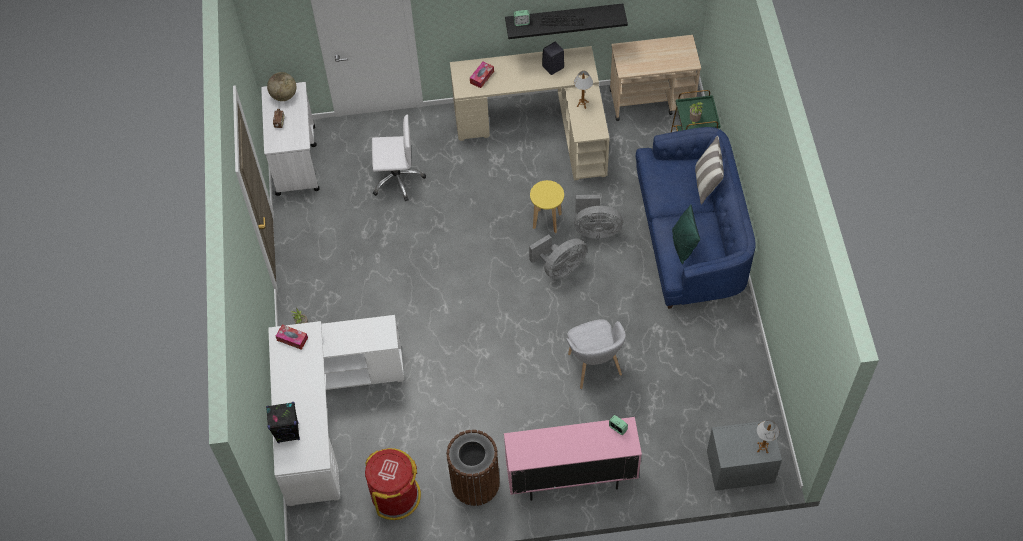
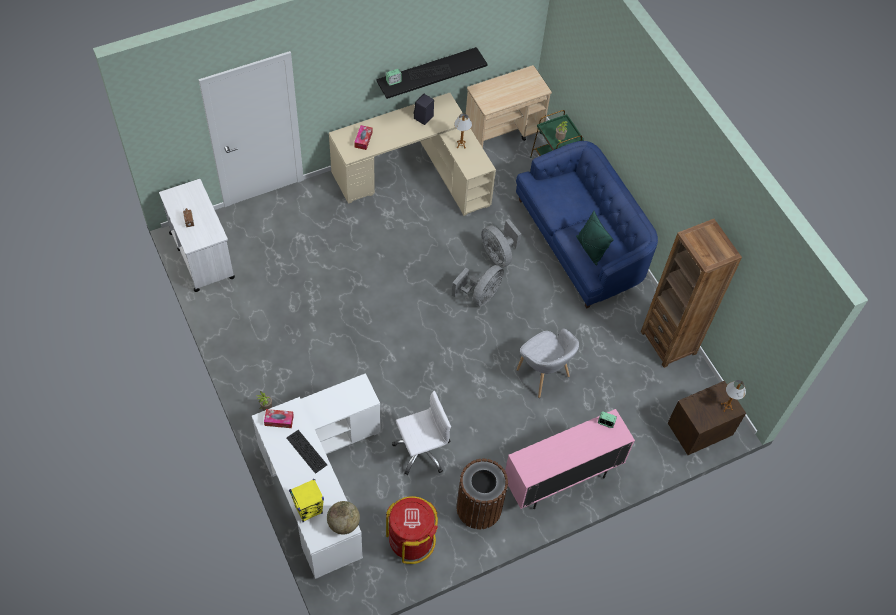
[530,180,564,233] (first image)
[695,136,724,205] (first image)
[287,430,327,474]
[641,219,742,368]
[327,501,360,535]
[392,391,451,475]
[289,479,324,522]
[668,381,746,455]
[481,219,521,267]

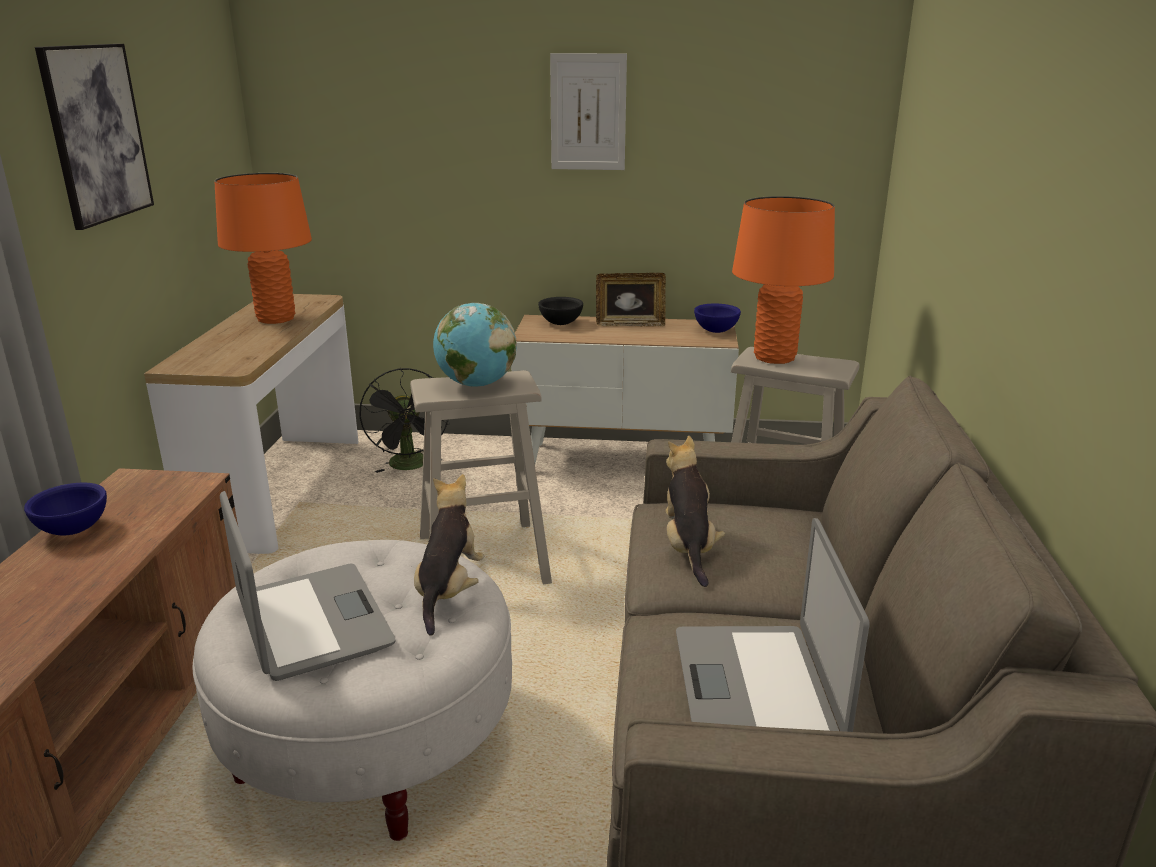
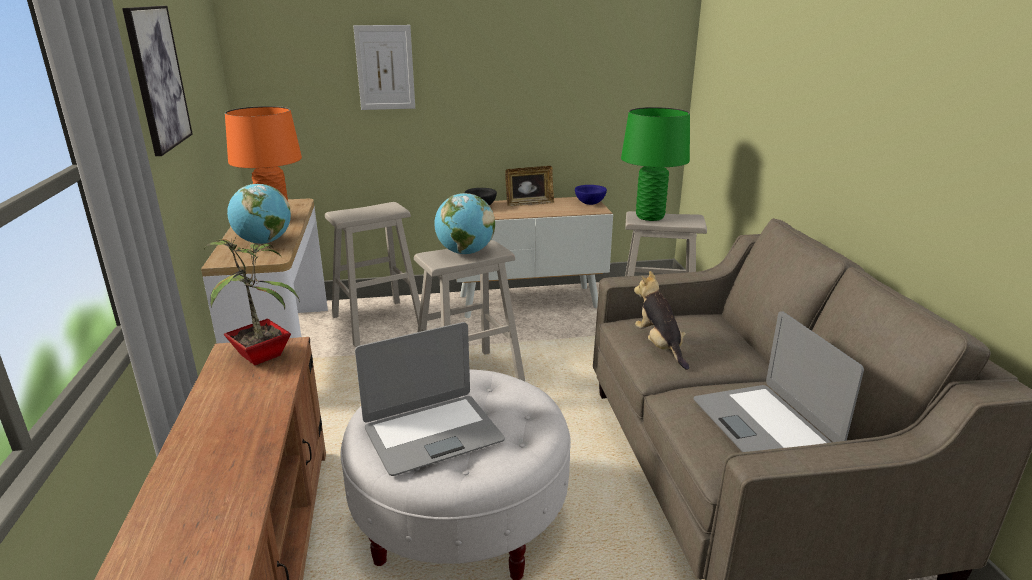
[24,483,107,535] (first image)
[414,474,484,636] (first image)
[204,237,299,365]
[227,184,291,244]
[353,25,415,110]
[325,202,421,347]
[621,107,690,221]
[355,322,505,476]

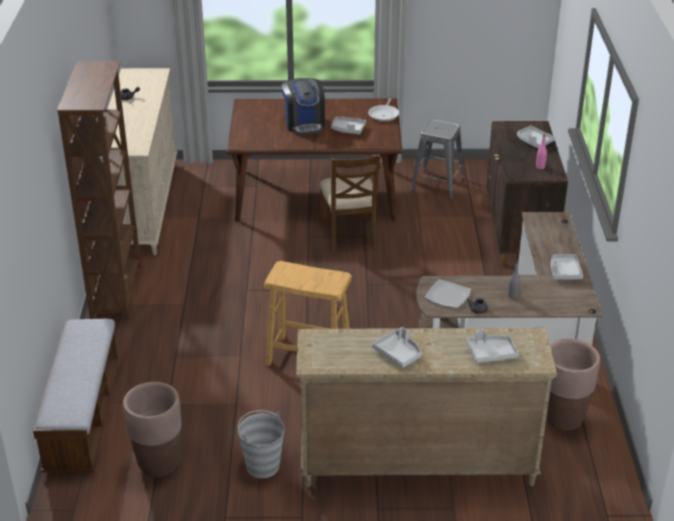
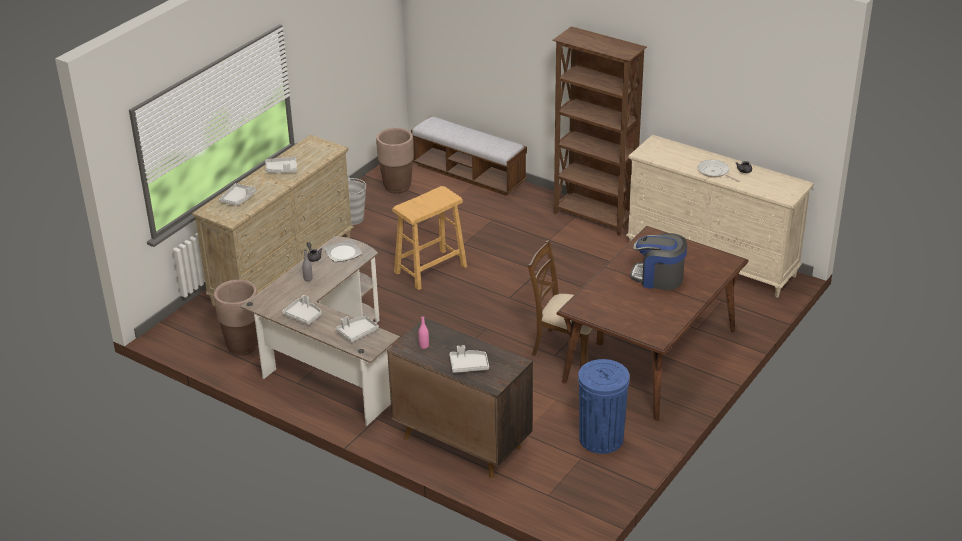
[336,316,379,342]
[698,160,740,182]
[578,359,630,454]

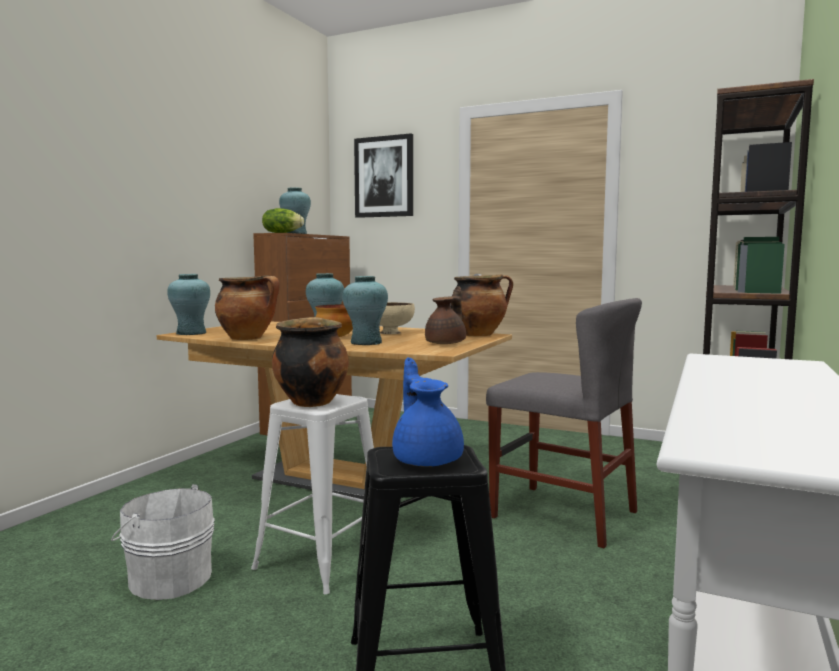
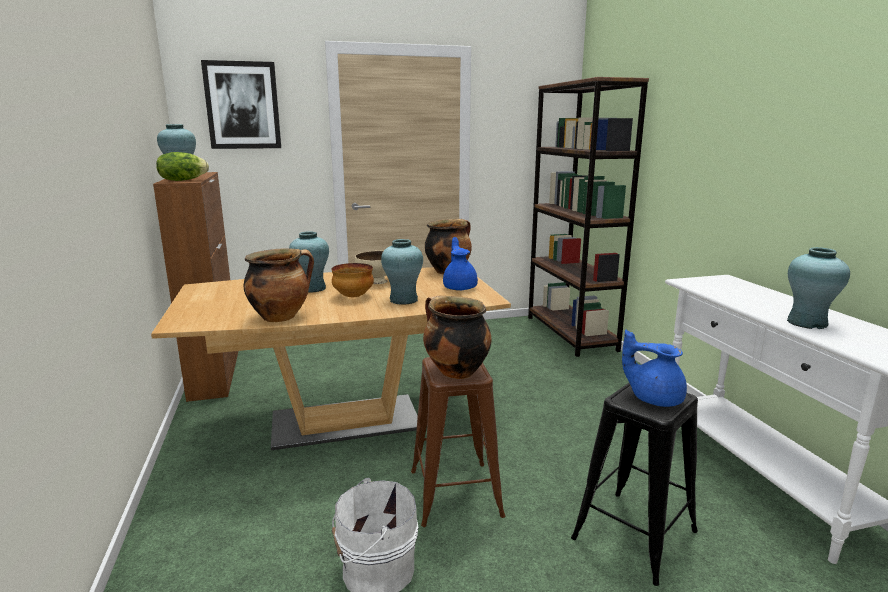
[486,298,642,548] (first image)
[787,247,850,329]
[411,357,505,527]
[443,237,478,290]

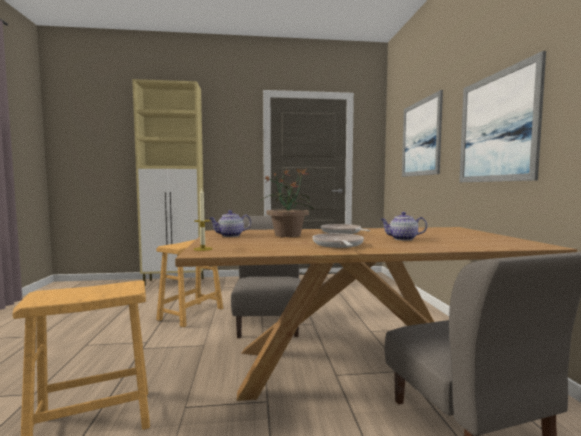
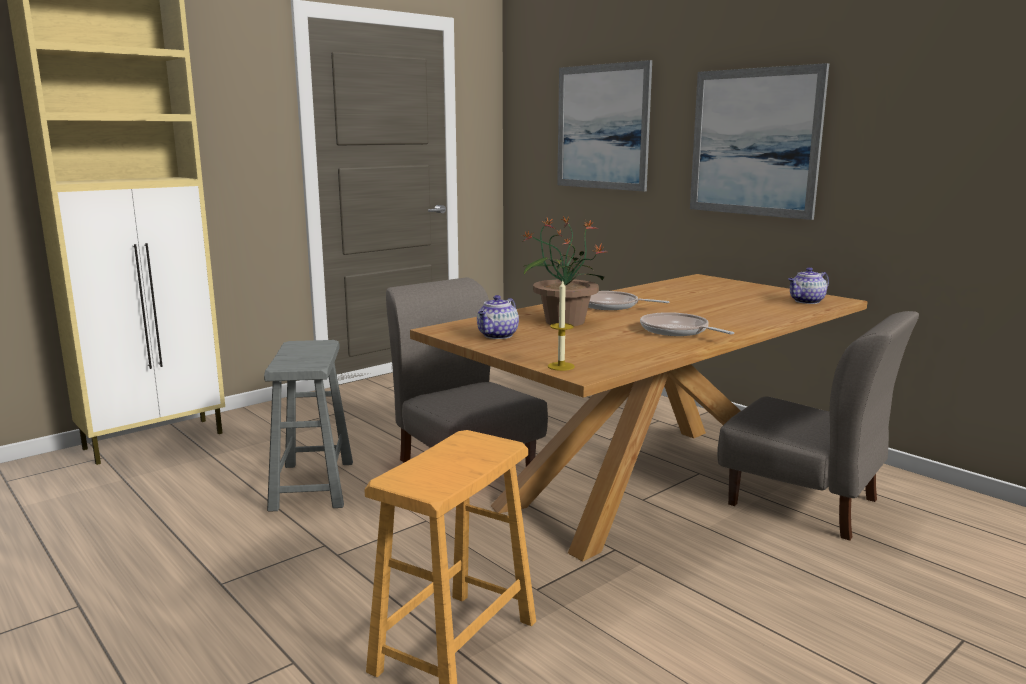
[788,267,829,304]
[264,340,353,512]

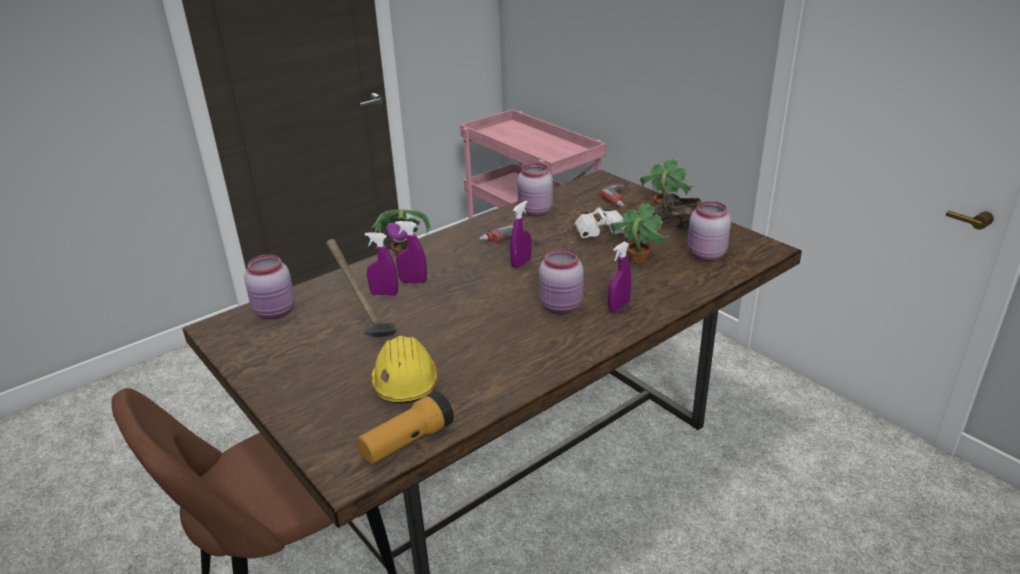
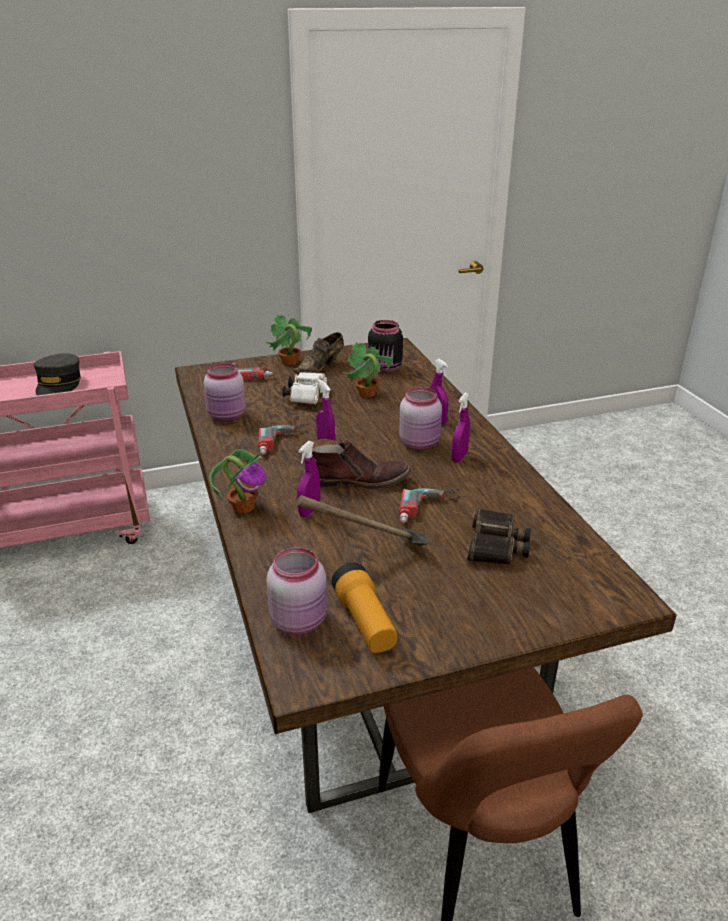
[34,353,81,395]
[304,439,411,489]
[399,488,461,523]
[331,562,397,653]
[452,393,470,463]
[467,508,531,565]
[368,320,403,372]

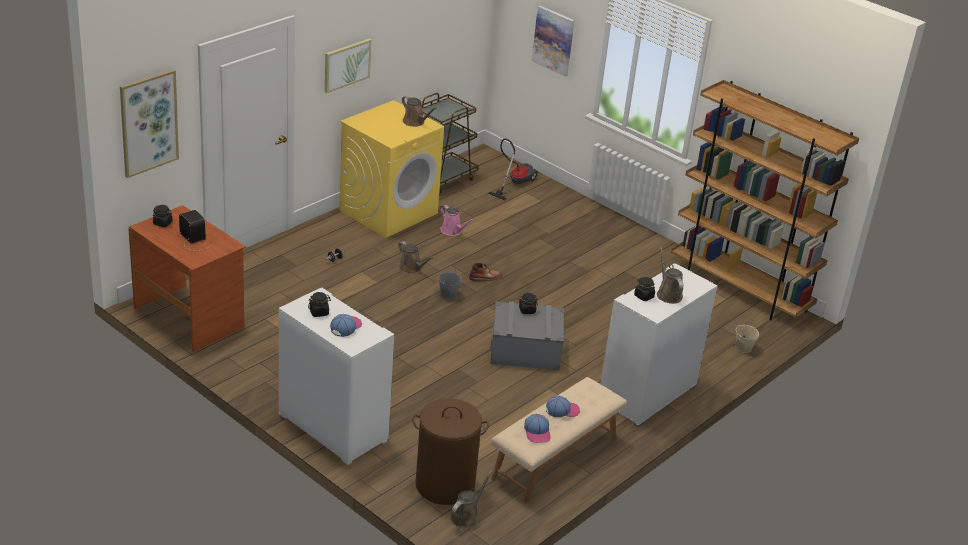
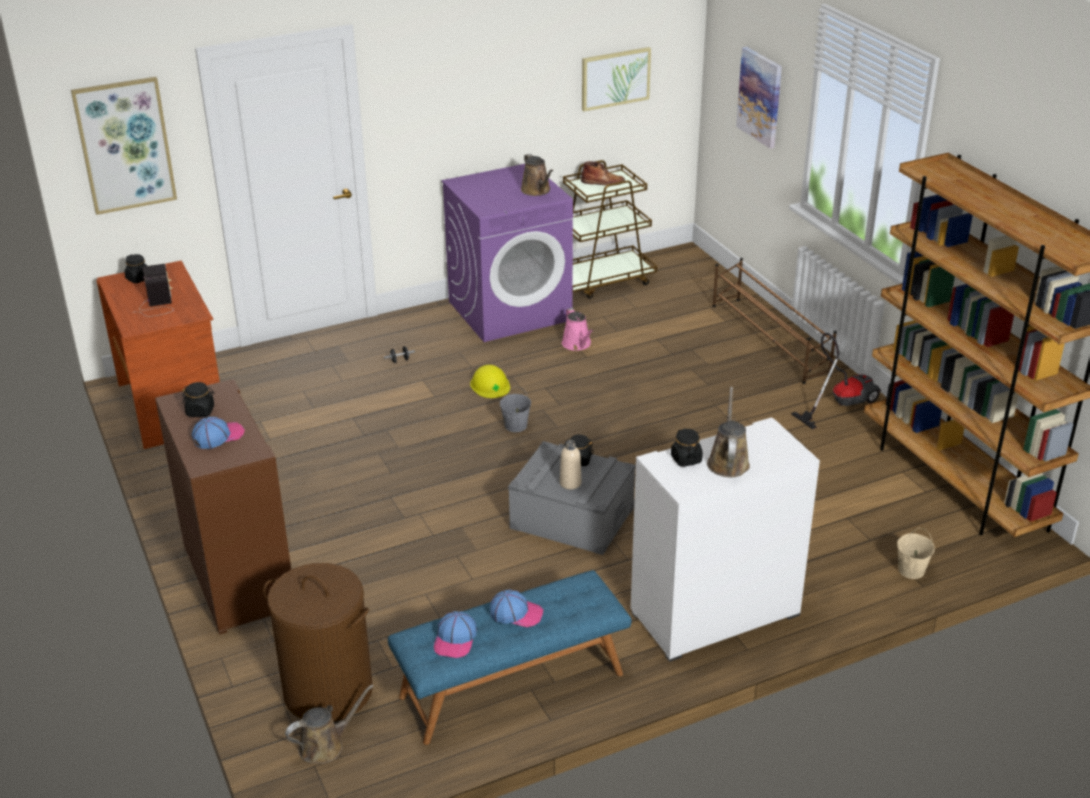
[560,440,581,489]
[712,258,837,384]
[582,47,651,111]
[581,161,625,185]
[791,333,881,429]
[470,365,510,398]
[155,379,291,635]
[442,164,573,342]
[388,570,632,745]

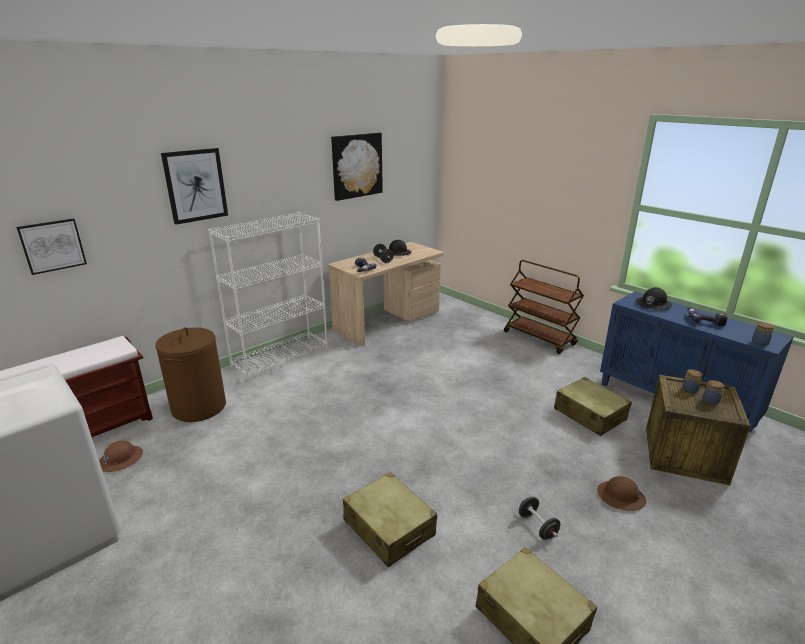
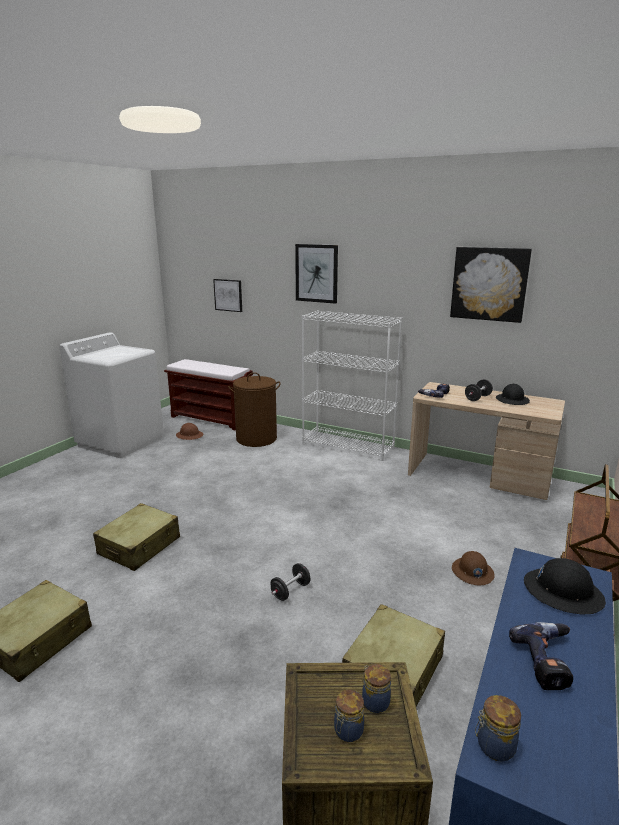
[271,563,310,601]
[452,551,495,585]

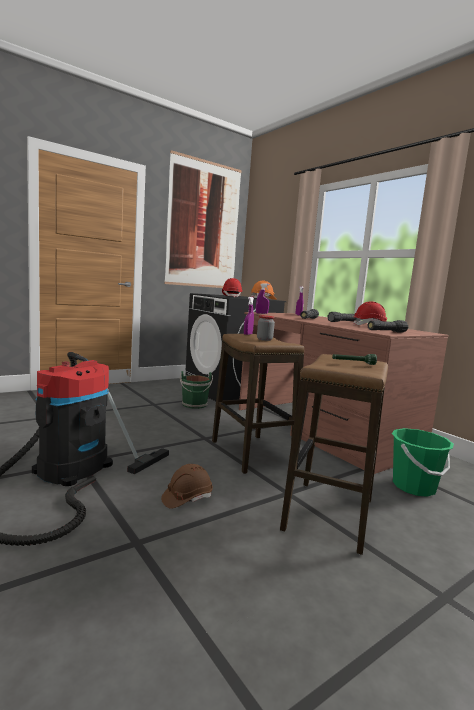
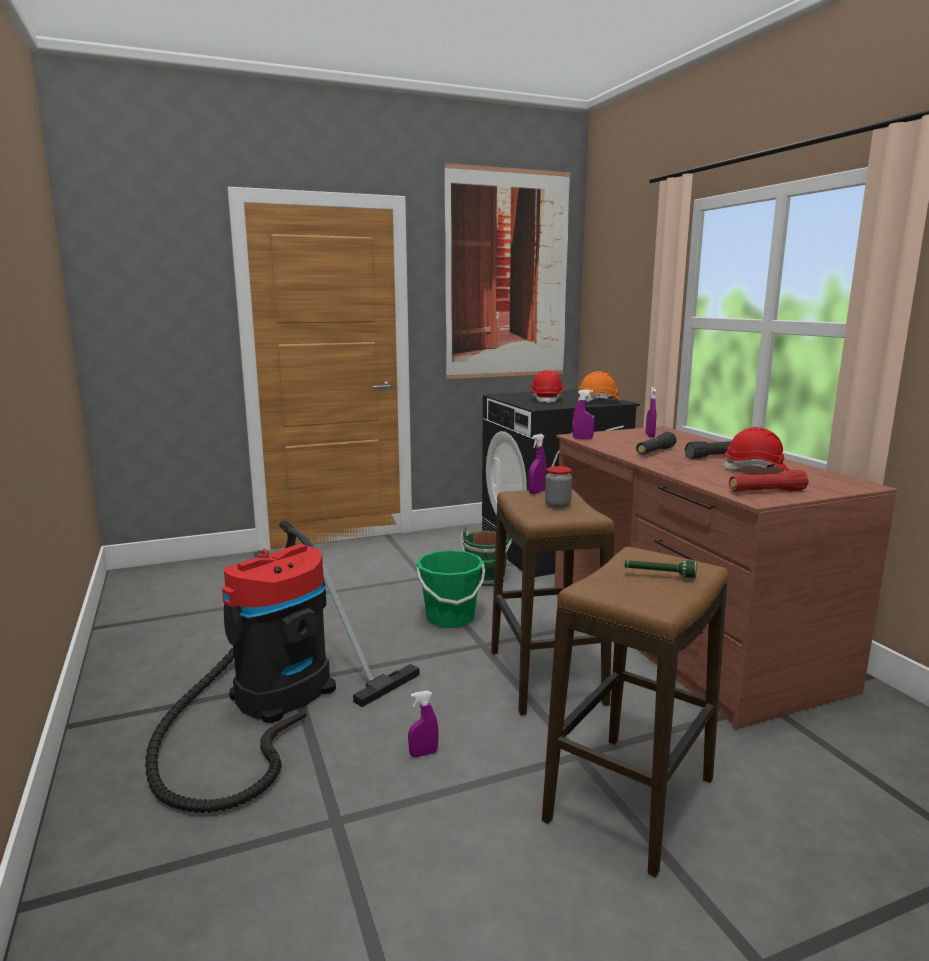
[416,550,485,628]
[408,691,439,757]
[729,470,809,492]

